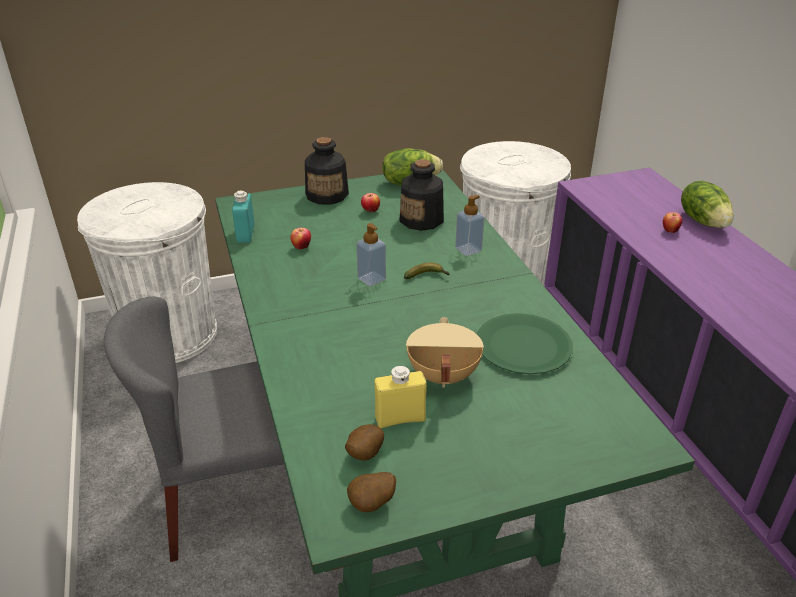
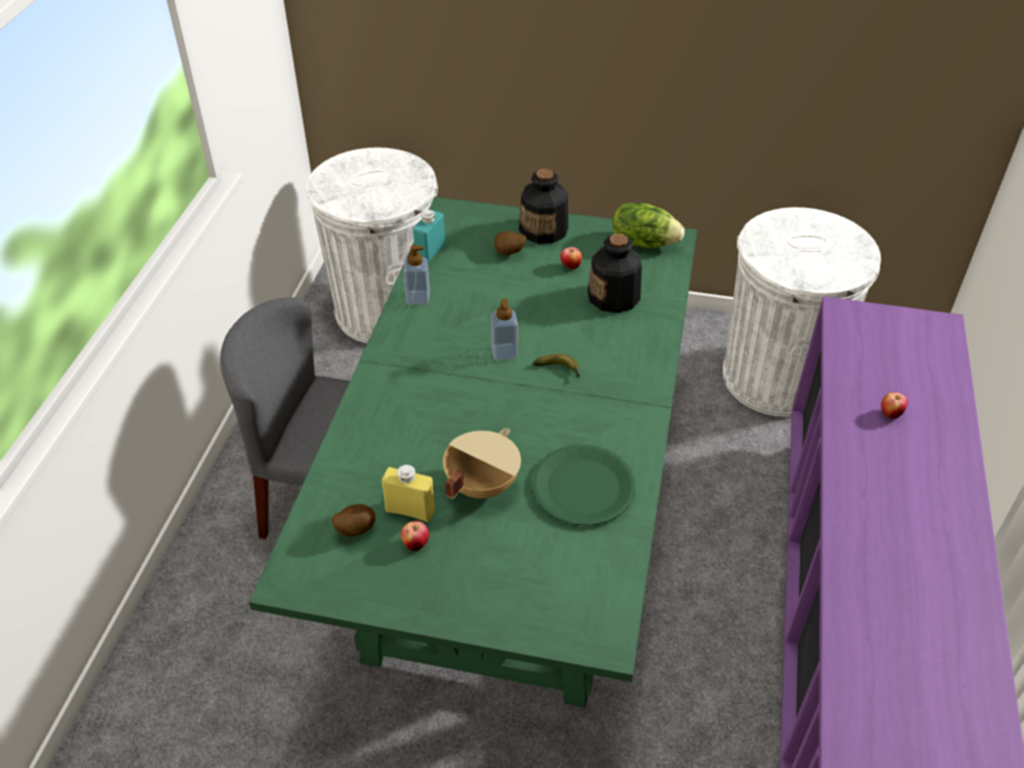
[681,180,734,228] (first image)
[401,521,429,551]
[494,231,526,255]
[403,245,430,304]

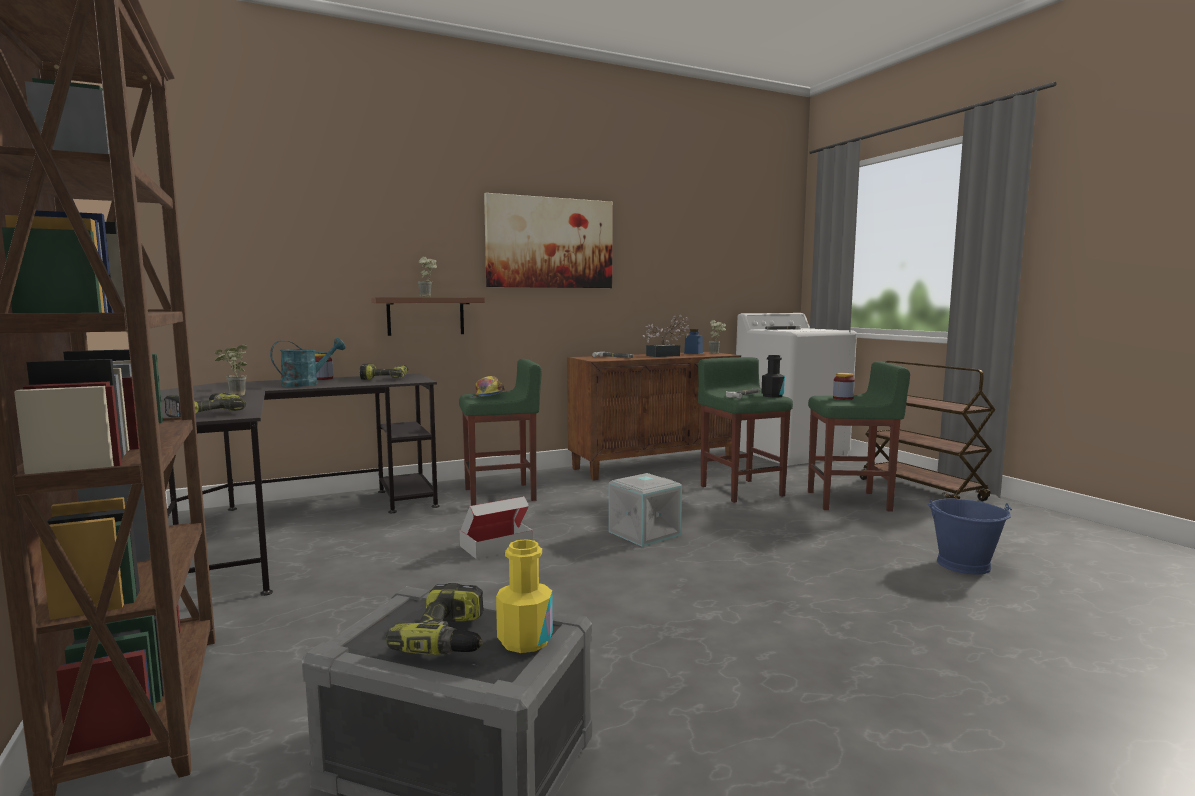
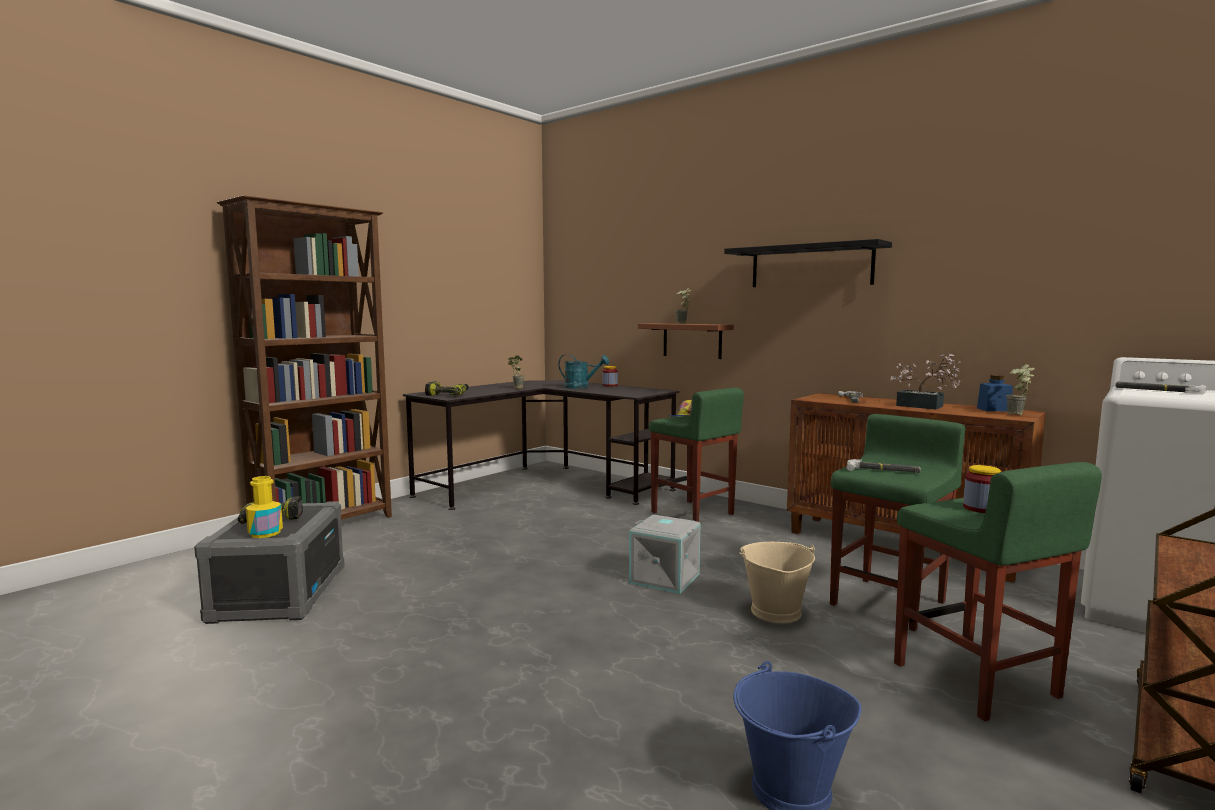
[360,363,408,380] (first image)
[460,496,533,559] (first image)
[761,355,785,398] (first image)
[739,542,815,623]
[724,239,892,287]

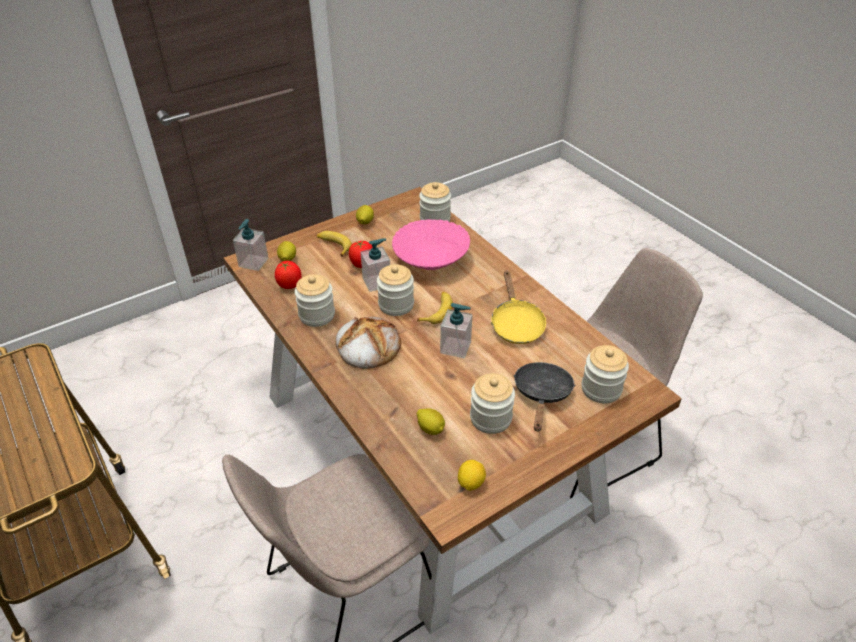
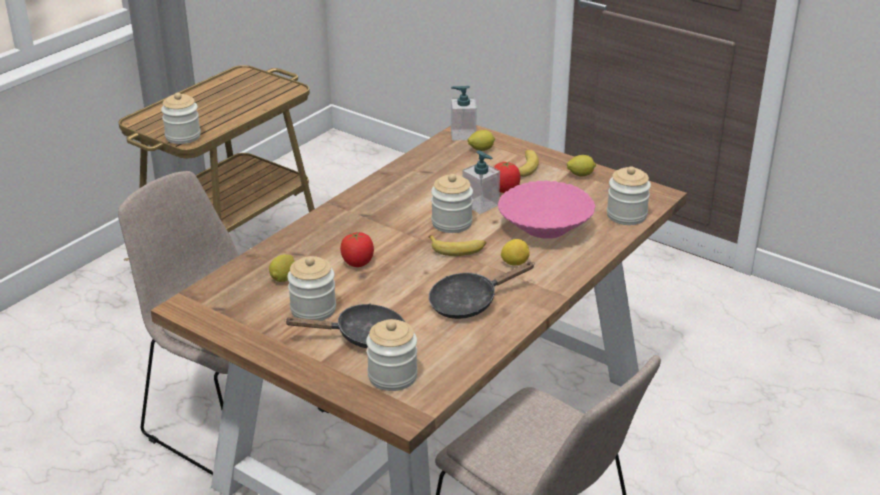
[335,317,401,369] (first image)
[440,303,472,358] (first image)
[340,231,374,267]
[161,92,201,144]
[501,239,530,265]
[429,262,535,319]

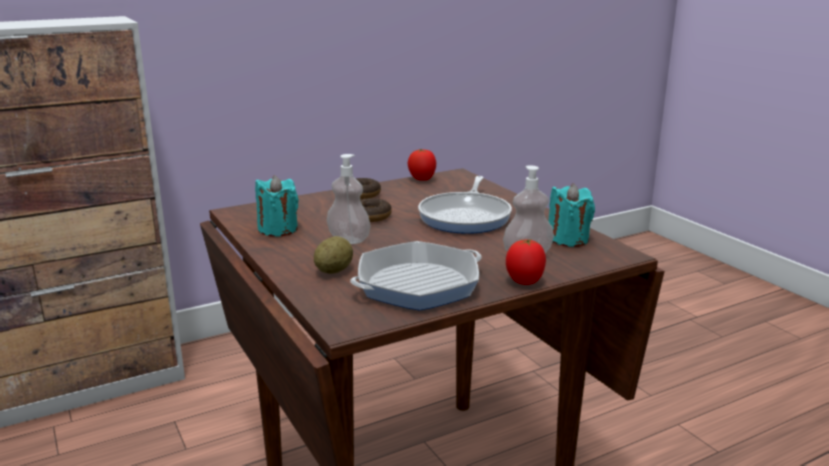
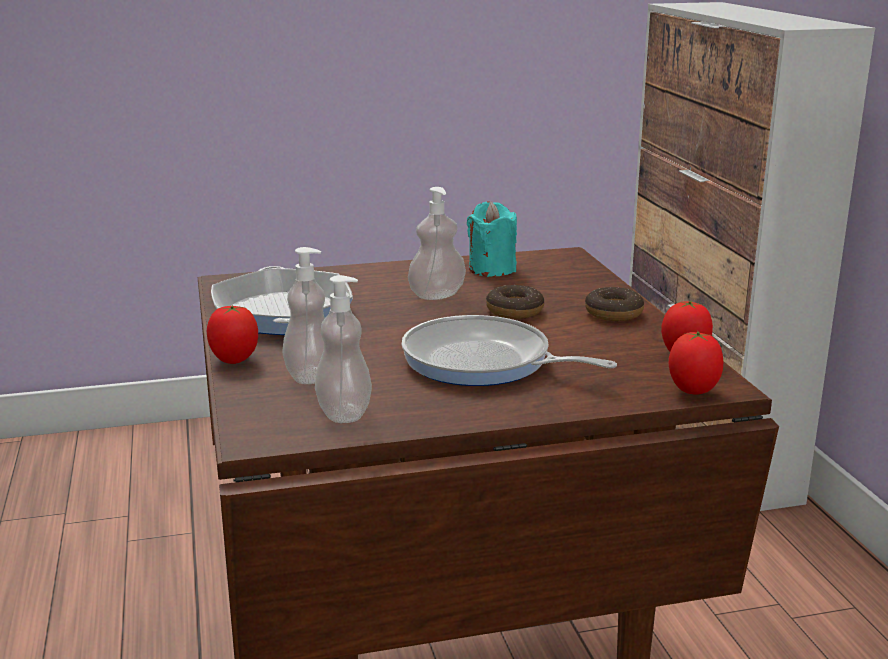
[314,236,353,274] (first image)
[669,331,723,395]
[315,275,372,423]

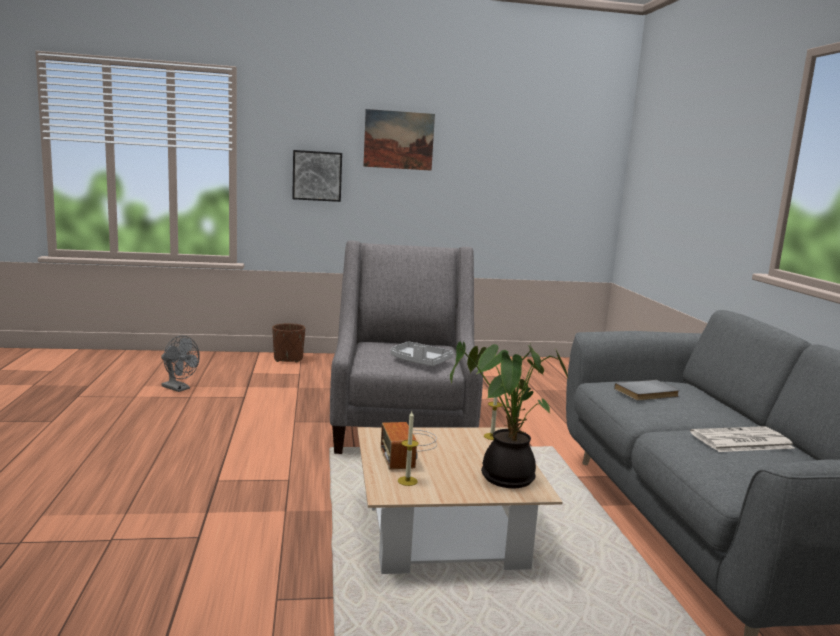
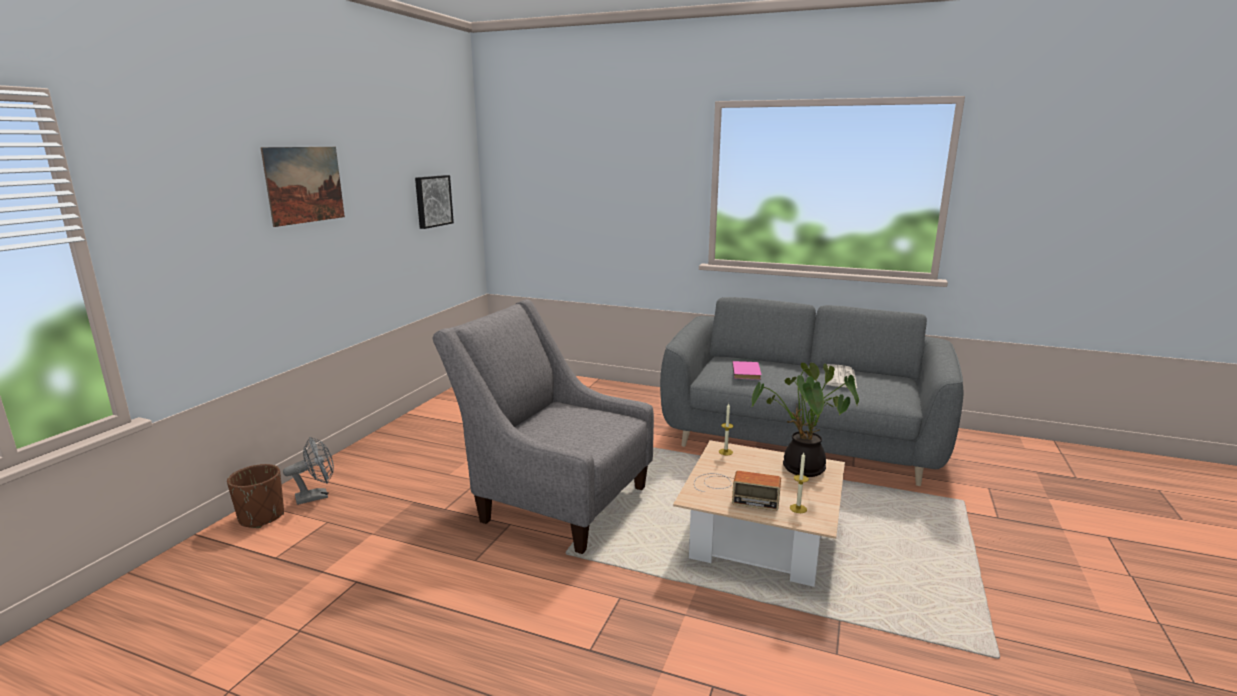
[391,341,453,366] (first image)
[283,437,334,505]
[415,175,454,229]
[732,361,761,380]

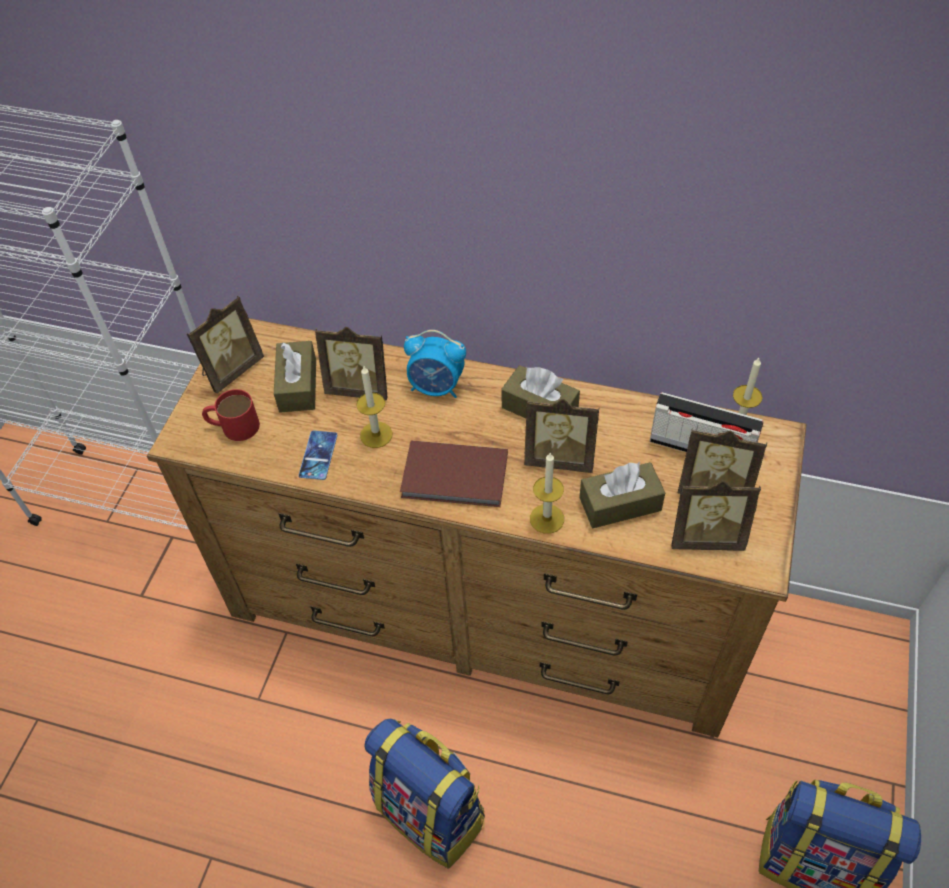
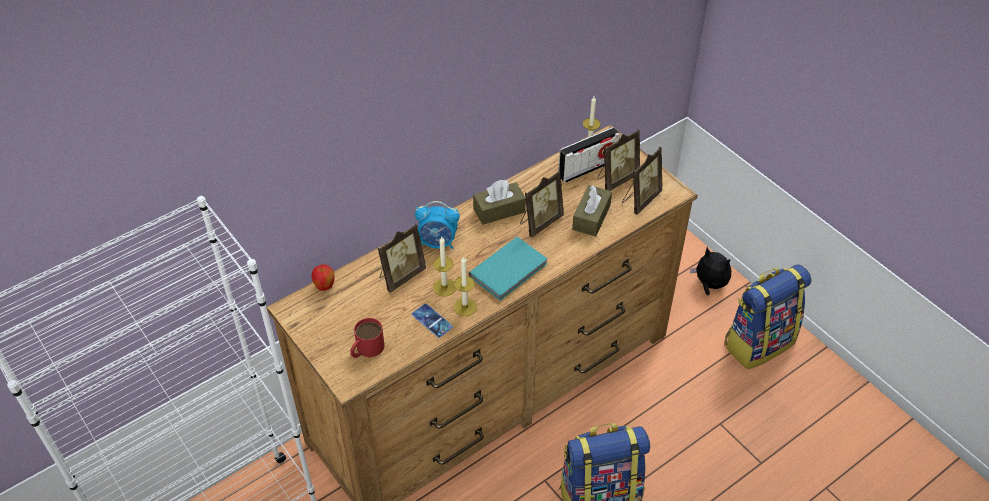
[186,296,264,393] (first image)
[274,341,316,413] (first image)
[311,264,334,291]
[690,247,731,295]
[453,256,477,316]
[469,237,548,301]
[415,201,460,249]

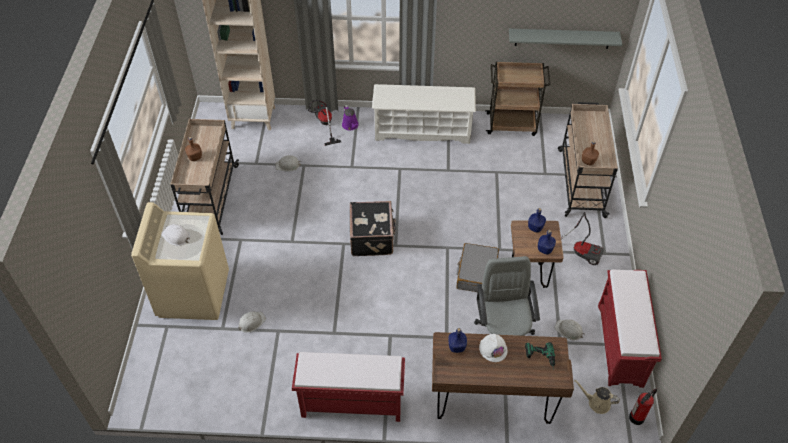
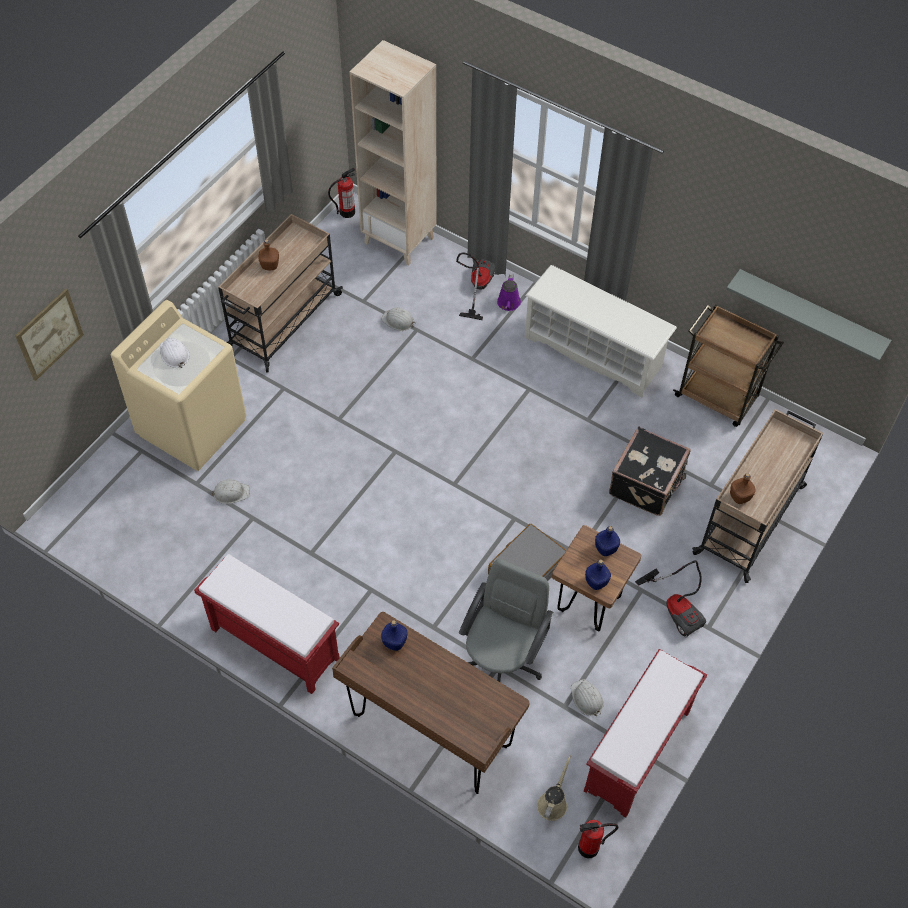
[479,334,508,362] (first image)
[525,342,555,370] (first image)
[15,289,84,381]
[328,168,355,218]
[609,426,691,516]
[537,755,572,821]

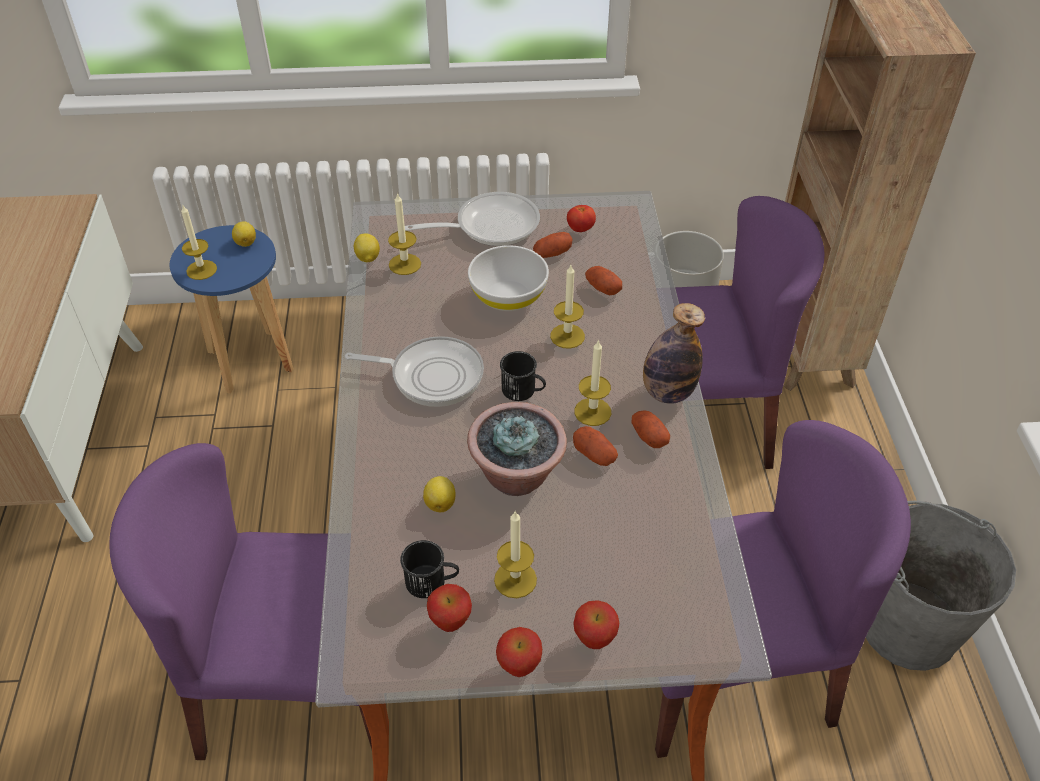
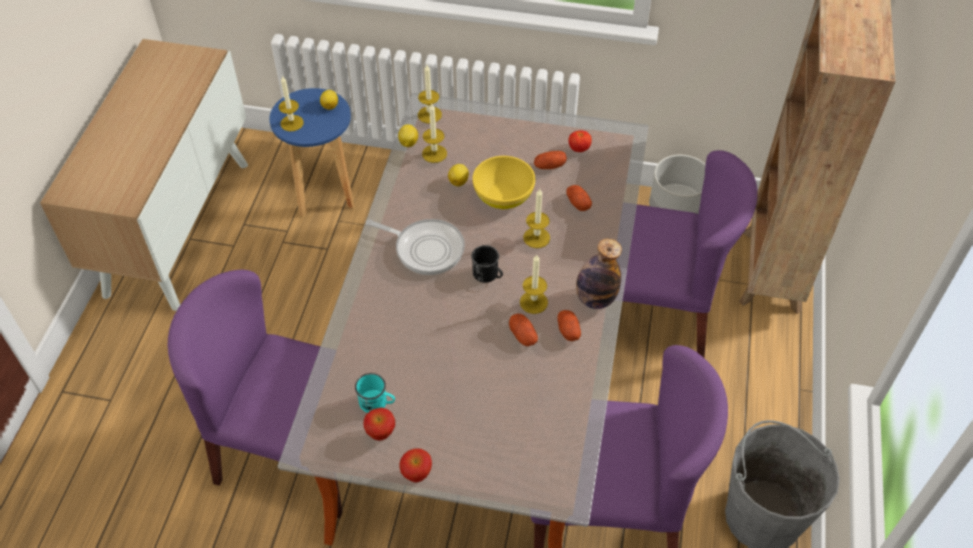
[405,192,540,246] (first image)
[467,402,567,496] (first image)
[573,600,619,649] (first image)
[448,164,469,187]
[418,65,442,123]
[355,373,395,413]
[473,156,535,209]

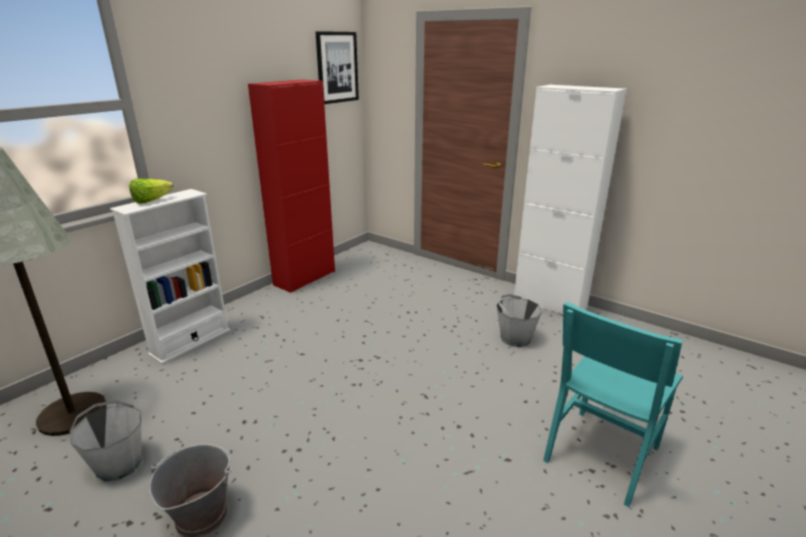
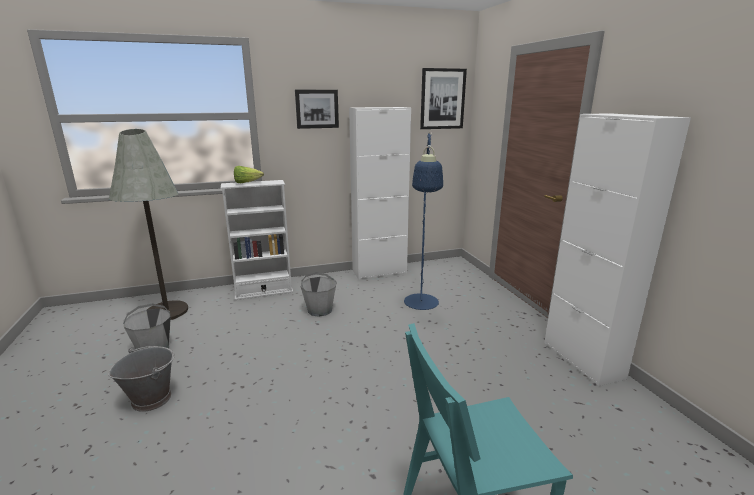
[295,90,339,129]
[404,132,443,310]
[301,272,337,317]
[349,107,411,280]

